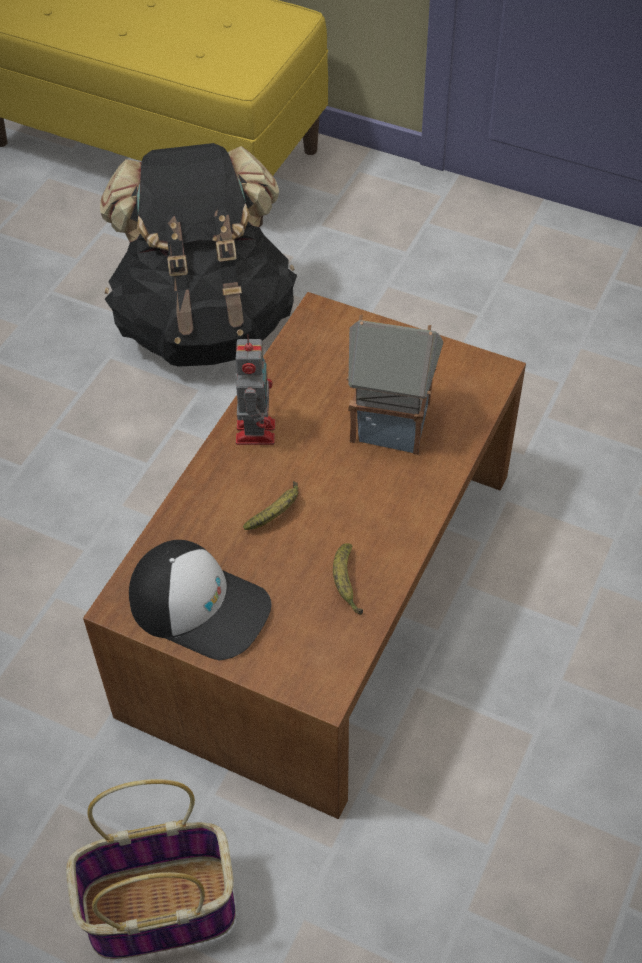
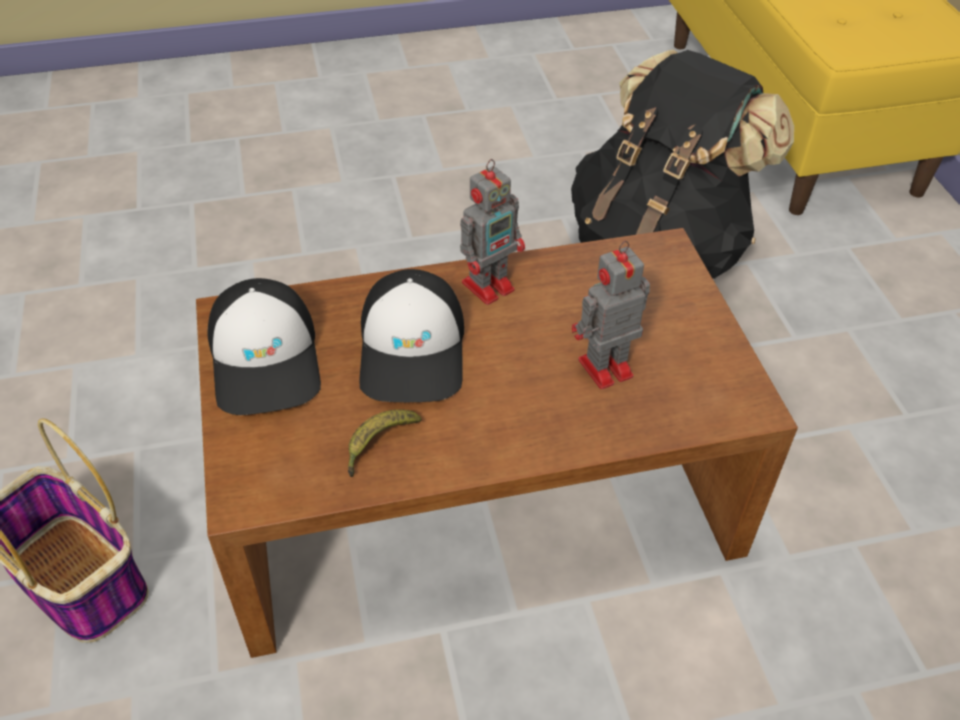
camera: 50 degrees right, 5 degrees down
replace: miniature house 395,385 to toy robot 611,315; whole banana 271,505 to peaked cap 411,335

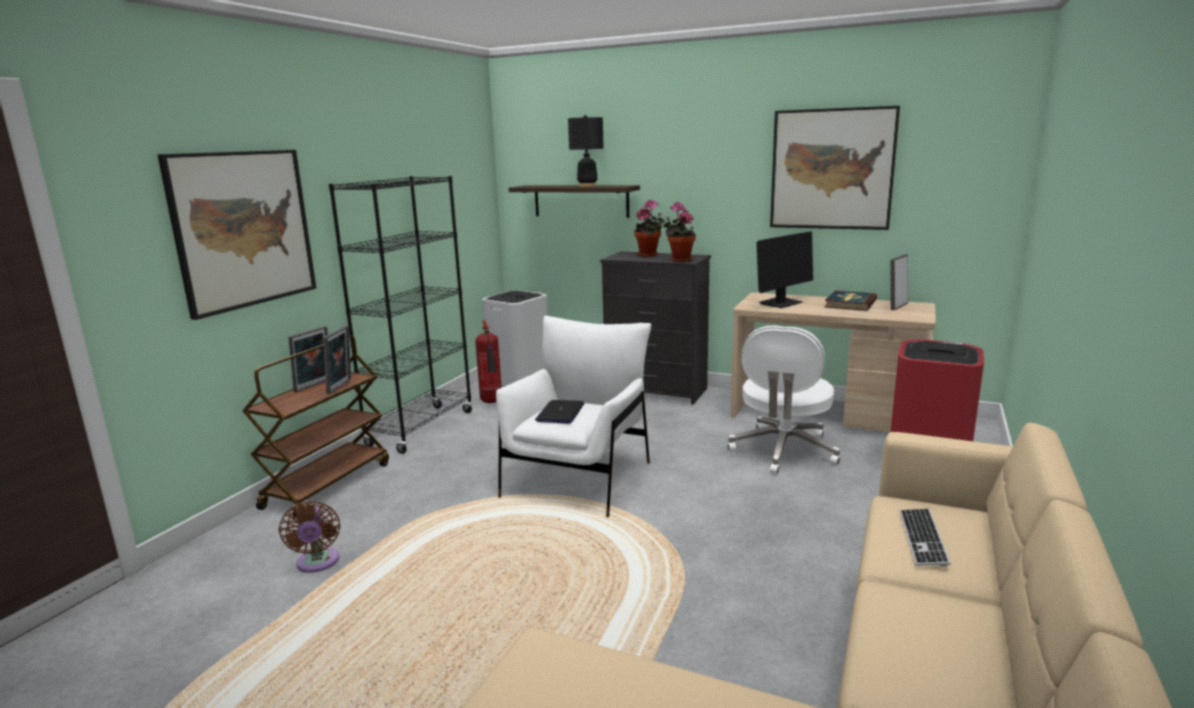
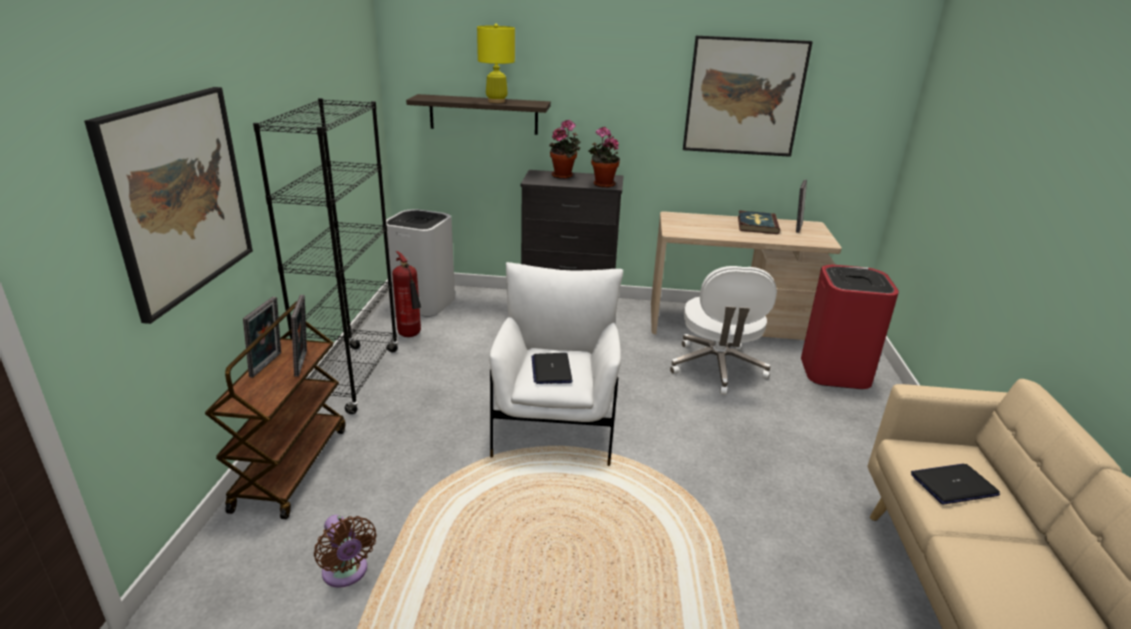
camera: 20 degrees left, 10 degrees up
delete: monitor 784,269
replace: computer keyboard 925,538 to notebook computer 955,484
recolor: black table lamp 586,151 to yellow-coloured table lamp 496,63

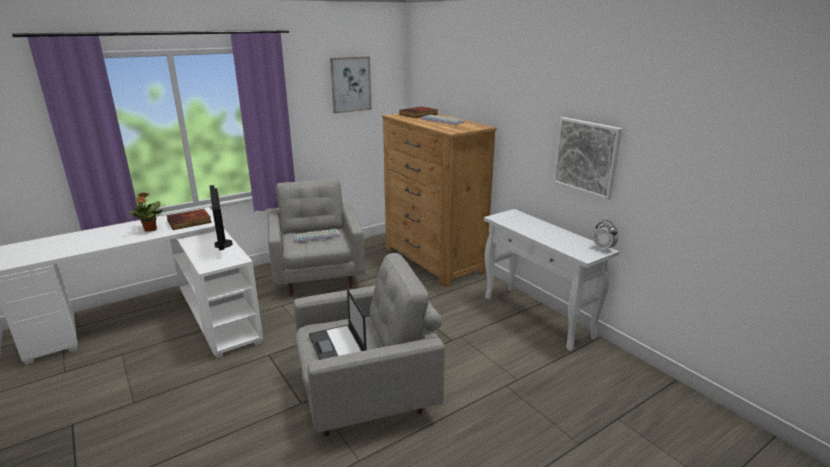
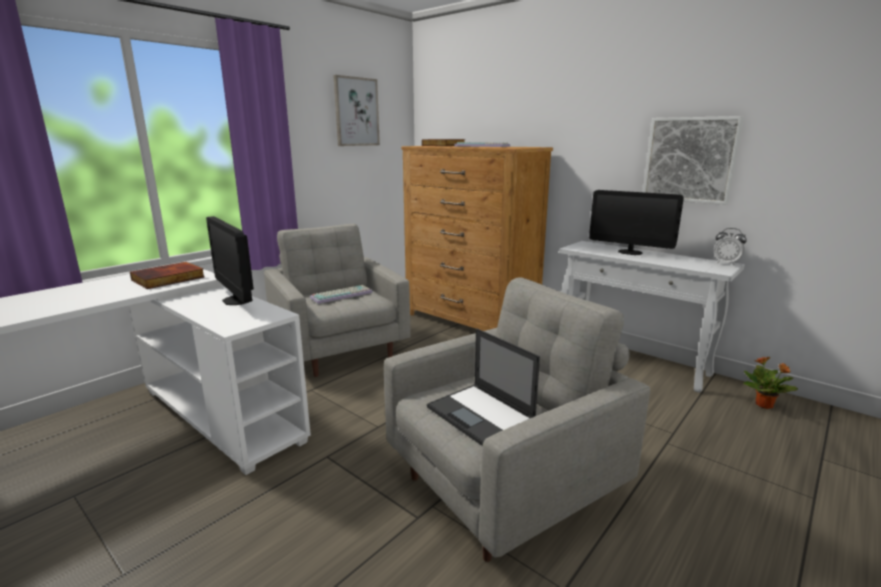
camera: 15 degrees left, 5 degrees down
insert: monitor 636,222
move: houseplant 145,212 to 770,383

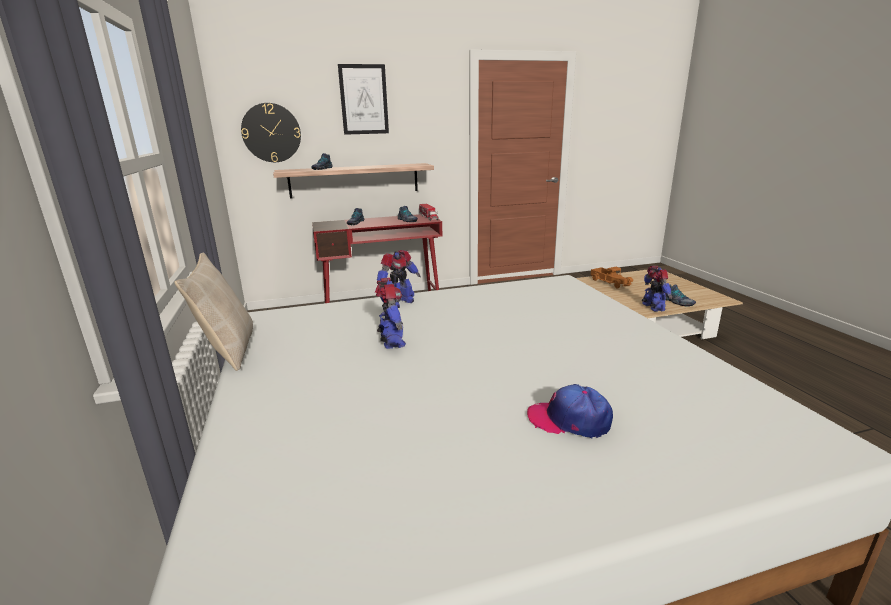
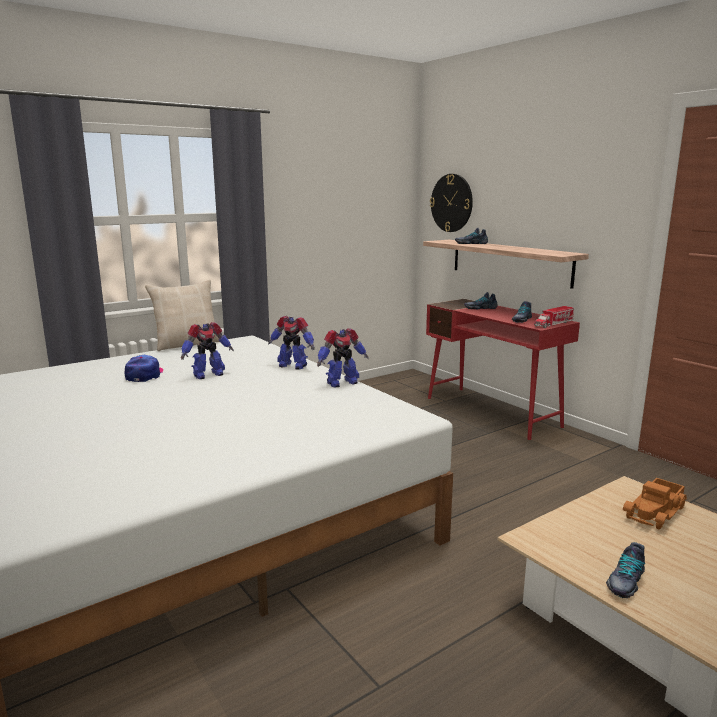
camera: 70 degrees right, 5 degrees down
delete: picture 363,99
move: toy robot 657,289 to 343,357; peaked cap 570,411 to 144,368

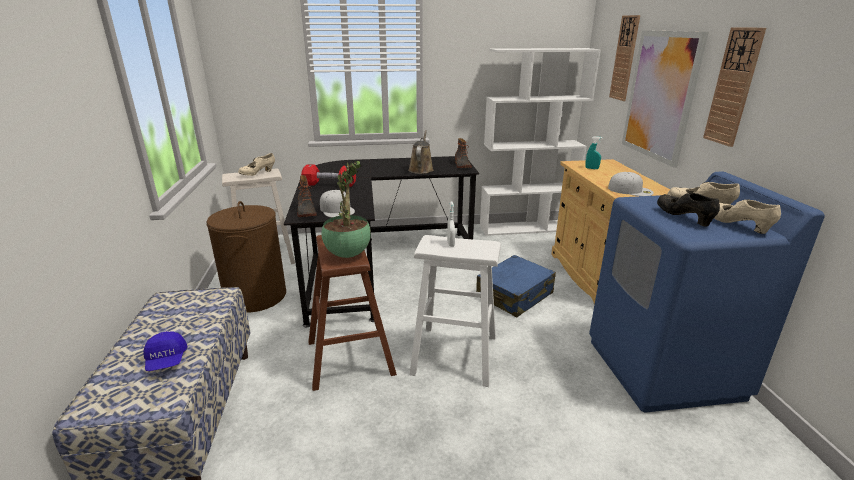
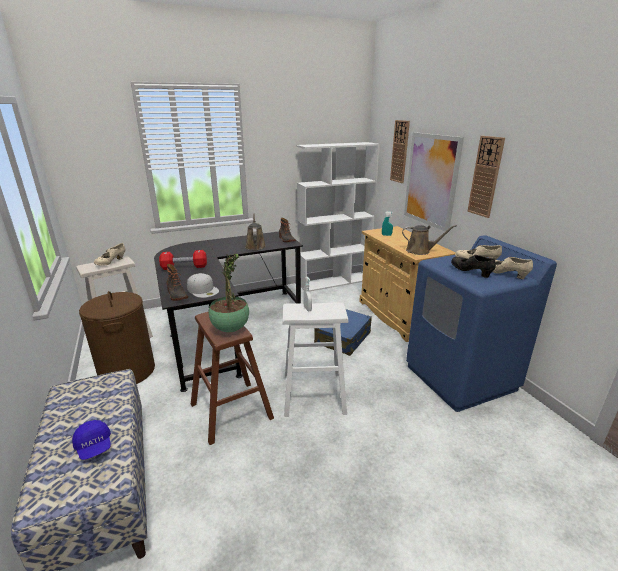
camera: 15 degrees left, 0 degrees up
replace: whitish peaked cap 631,184 to brownish sprinkling can 429,240

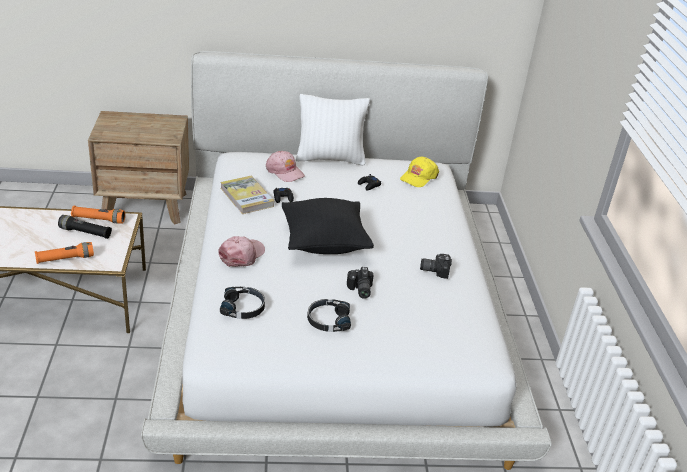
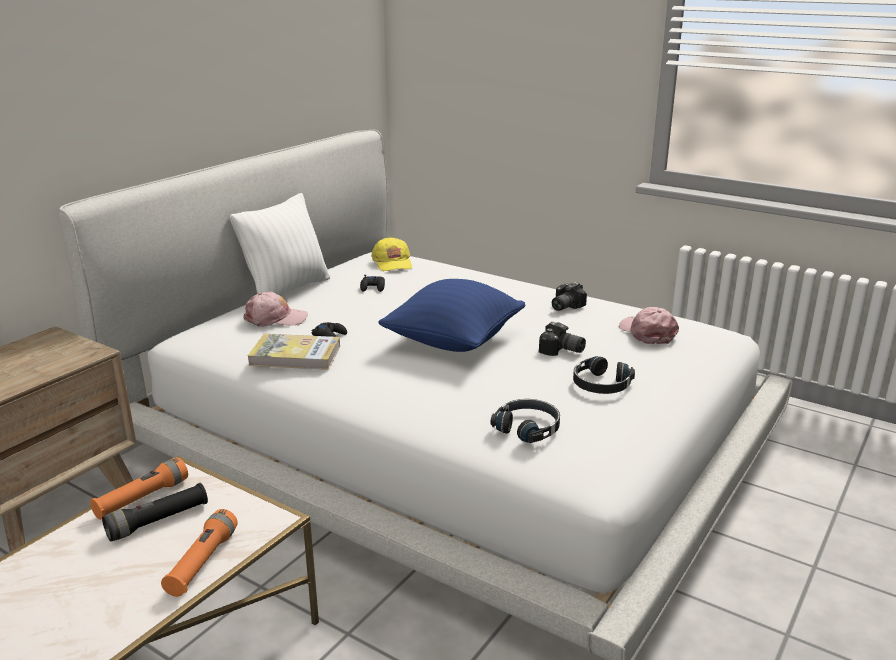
camera: 50 degrees left, 10 degrees down
move: pinkish peaked cap 241,251 to 649,325
recolor: black pillow 328,226 to blue-coloured pillow 451,315

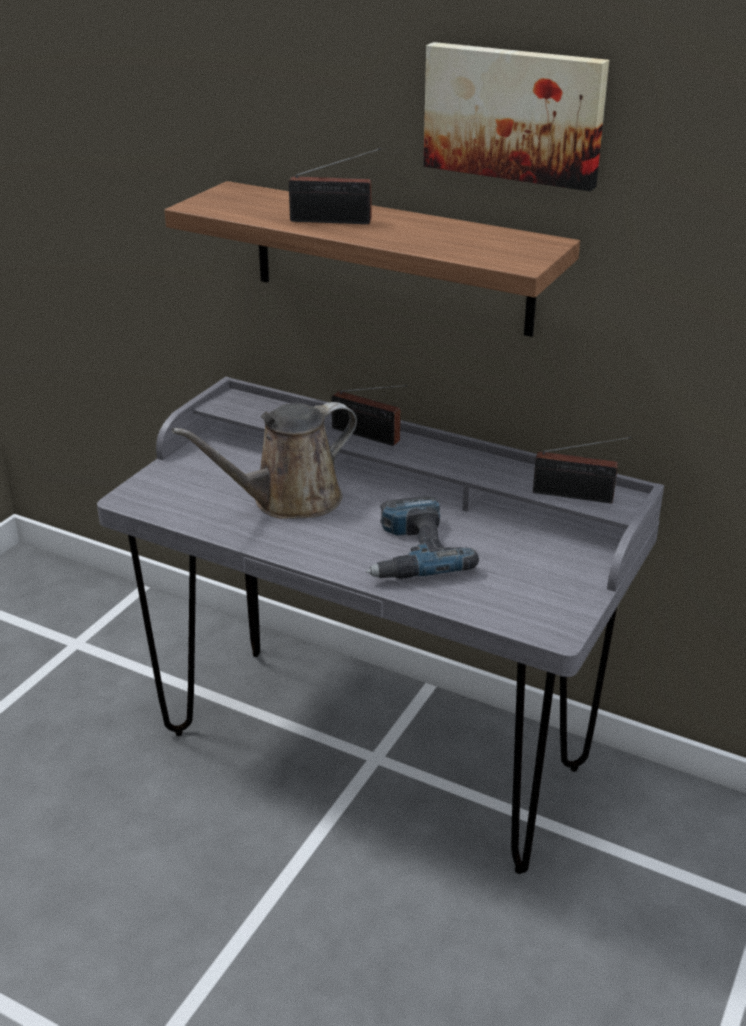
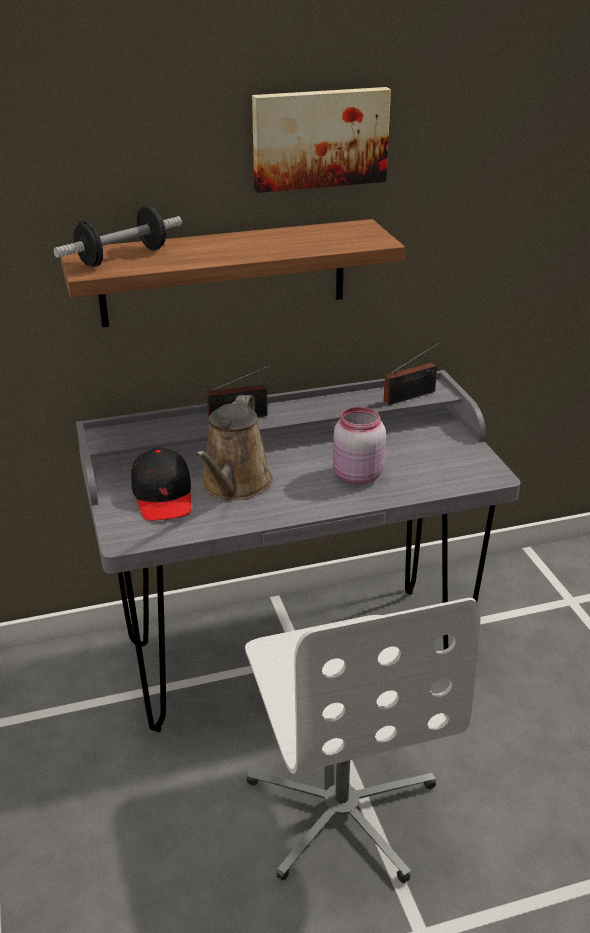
camera: 45 degrees left, 0 degrees up
delete: radio 335,186
insert: hand weight 117,236; black peaked cap 161,484; whitish office chair 363,740
replace: power drill 422,537 to pinkish jar 359,446

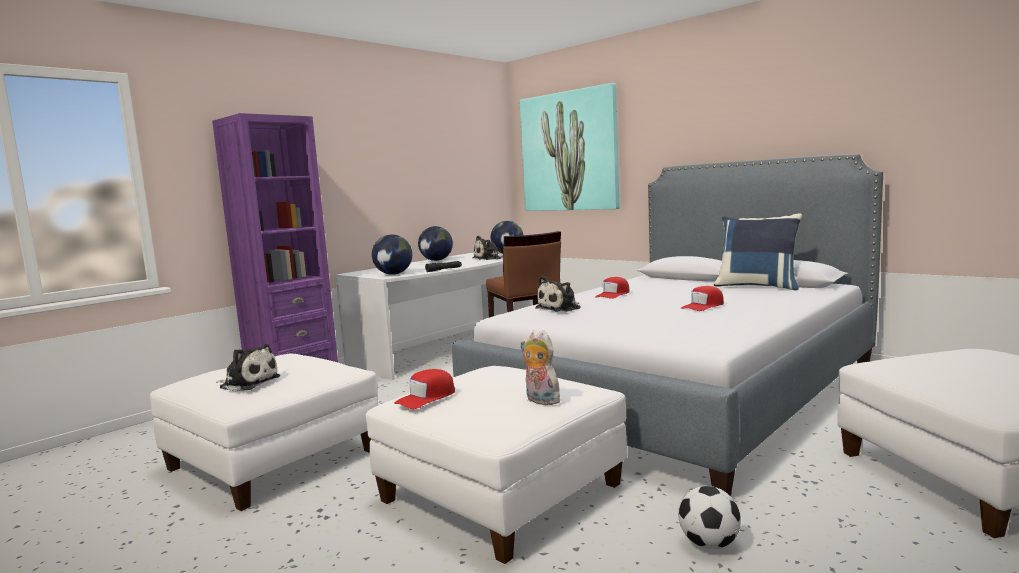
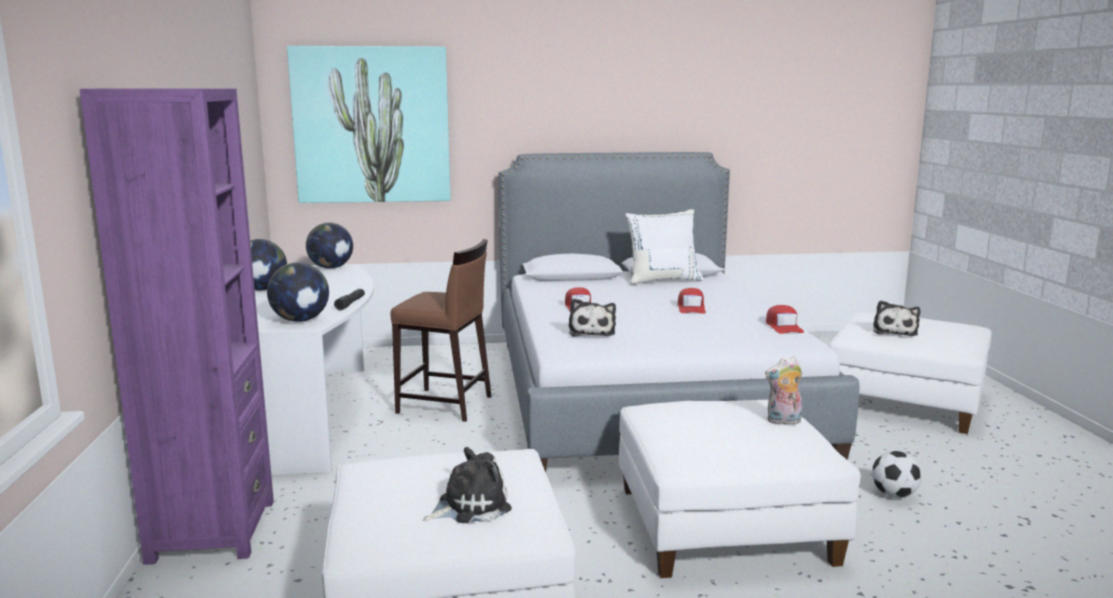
camera: 50 degrees left, 5 degrees up
move: cuddly toy 487,248 to 896,318; reddish peaked cap 424,389 to 785,319
recolor: blue-coloured pillow 758,252 to whitish pillow 664,247

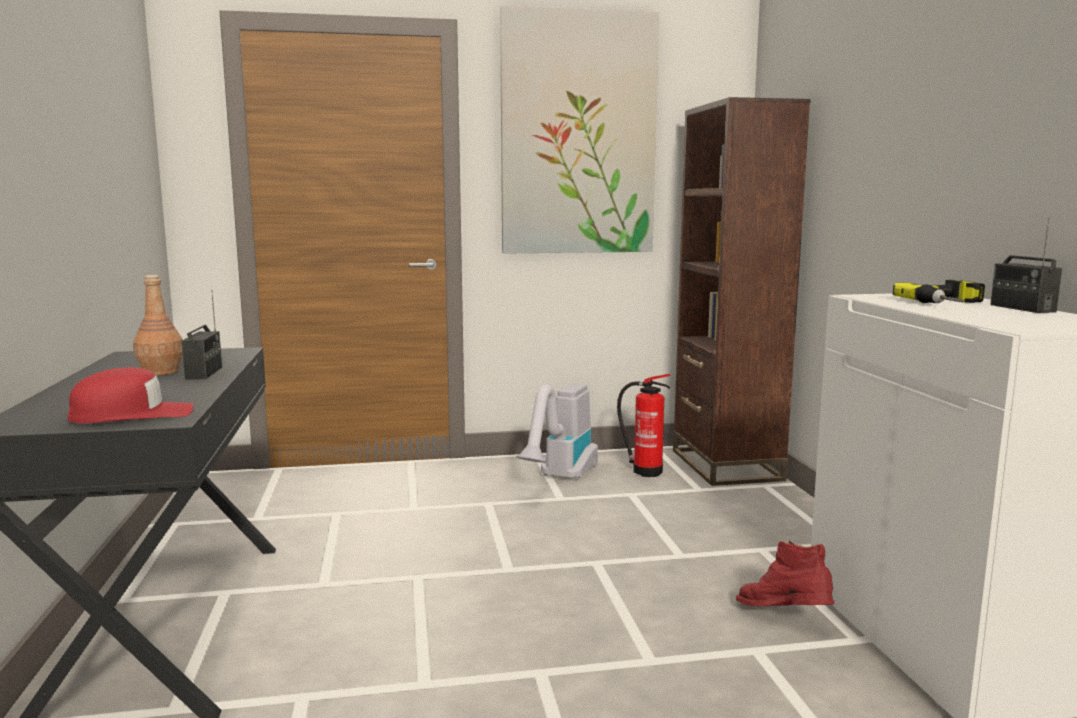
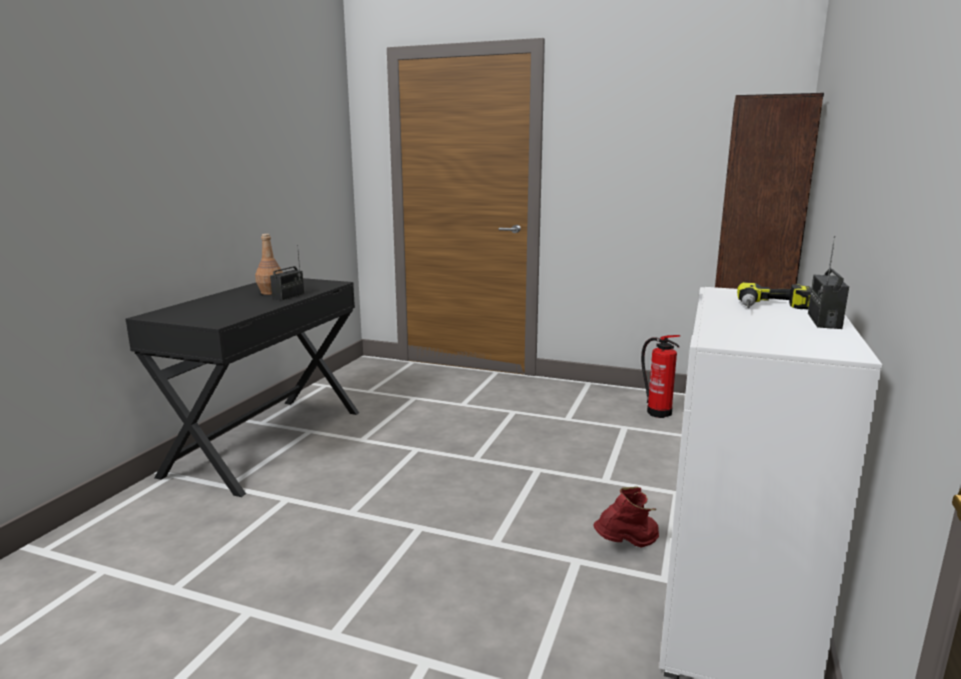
camera: 30 degrees right, 5 degrees up
delete: picture 579,129; reddish peaked cap 131,395; vacuum cleaner 557,431
rotate: reddish high-top boot 785,573 = 626,517 75 degrees clockwise

